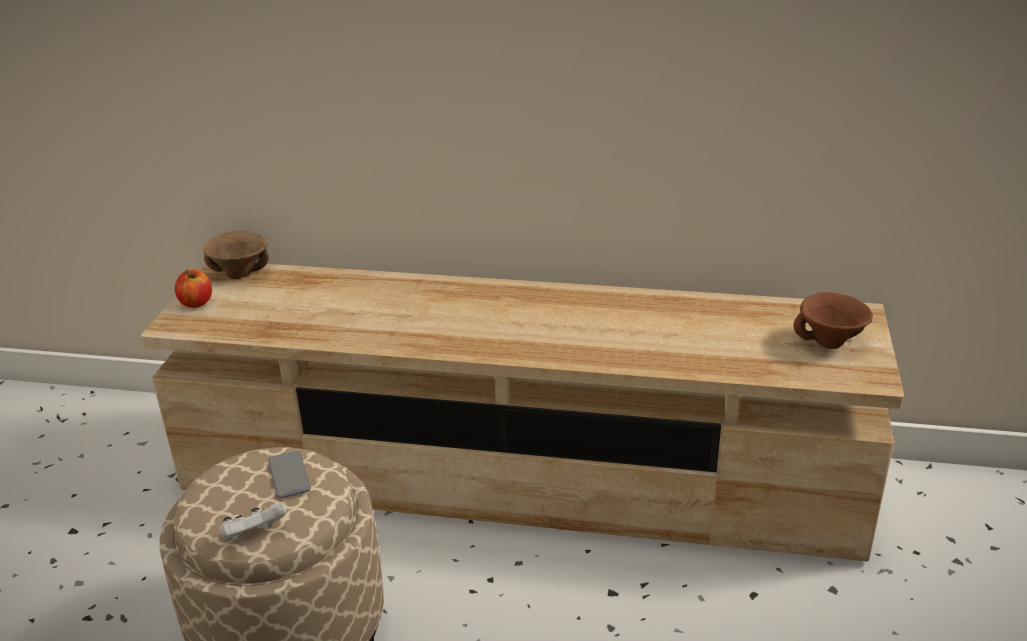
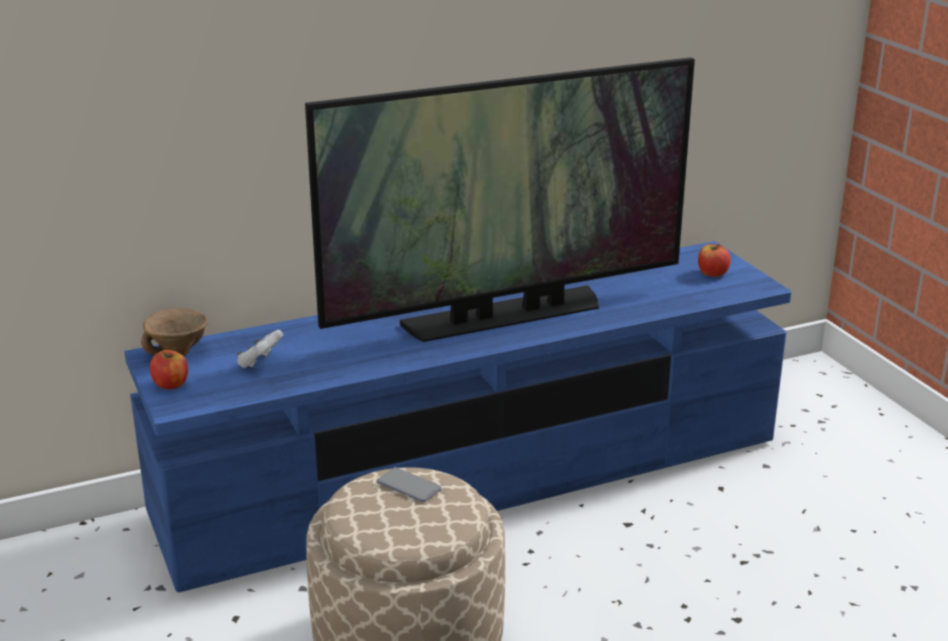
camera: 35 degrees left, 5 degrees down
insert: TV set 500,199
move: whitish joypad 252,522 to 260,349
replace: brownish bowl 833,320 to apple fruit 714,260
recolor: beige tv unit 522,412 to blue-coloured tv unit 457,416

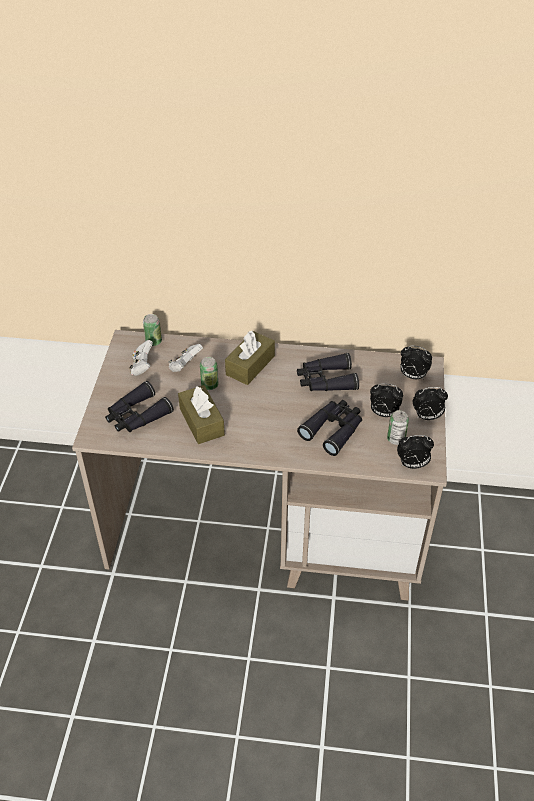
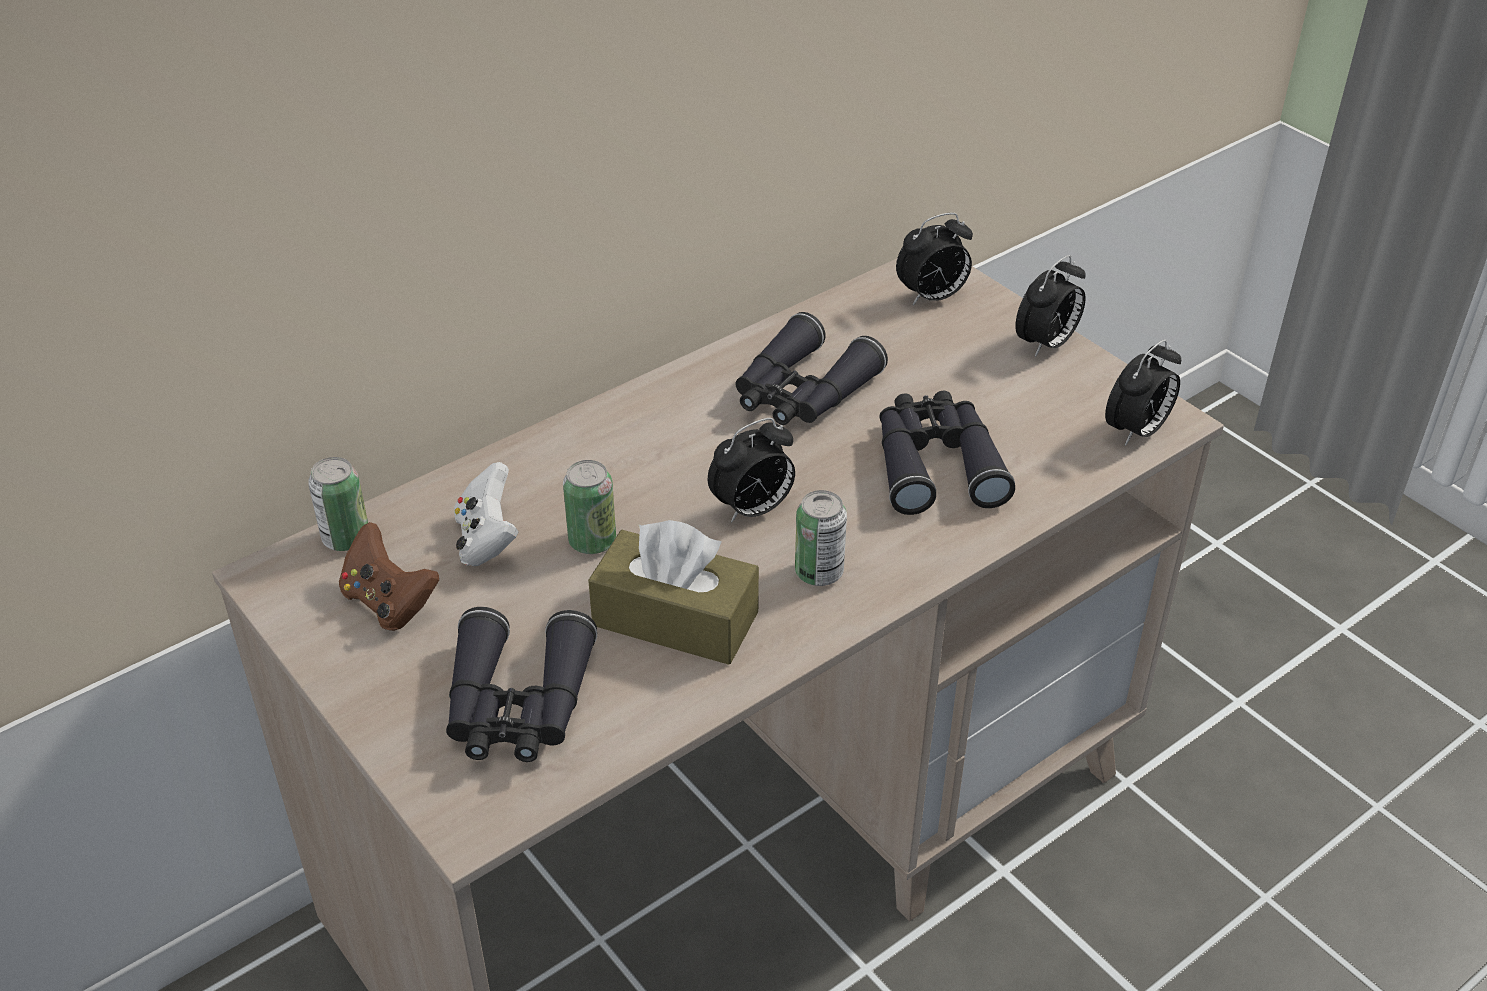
camera: 45 degrees left, 5 degrees down
delete: brownish tissue box 250,358
move: table clock 386,400 to 751,470; metal can 398,427 to 821,538
recolor: whitish joypad 141,358 to brownish joypad 389,576

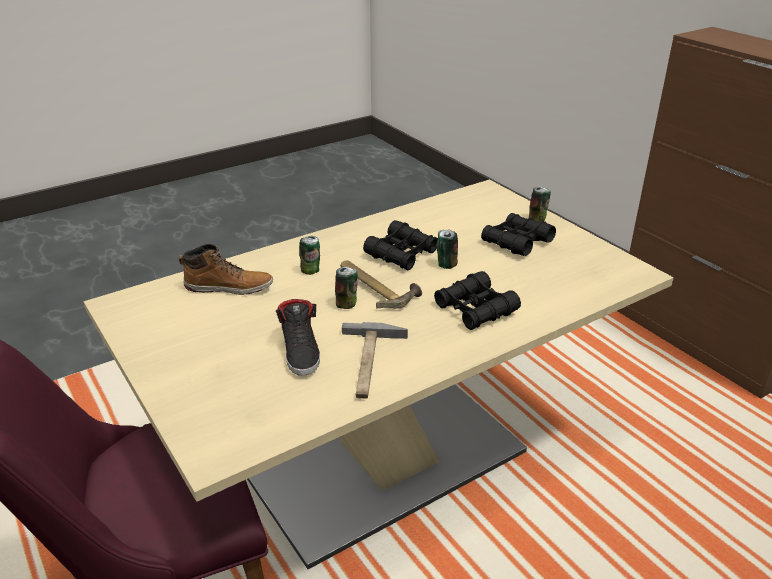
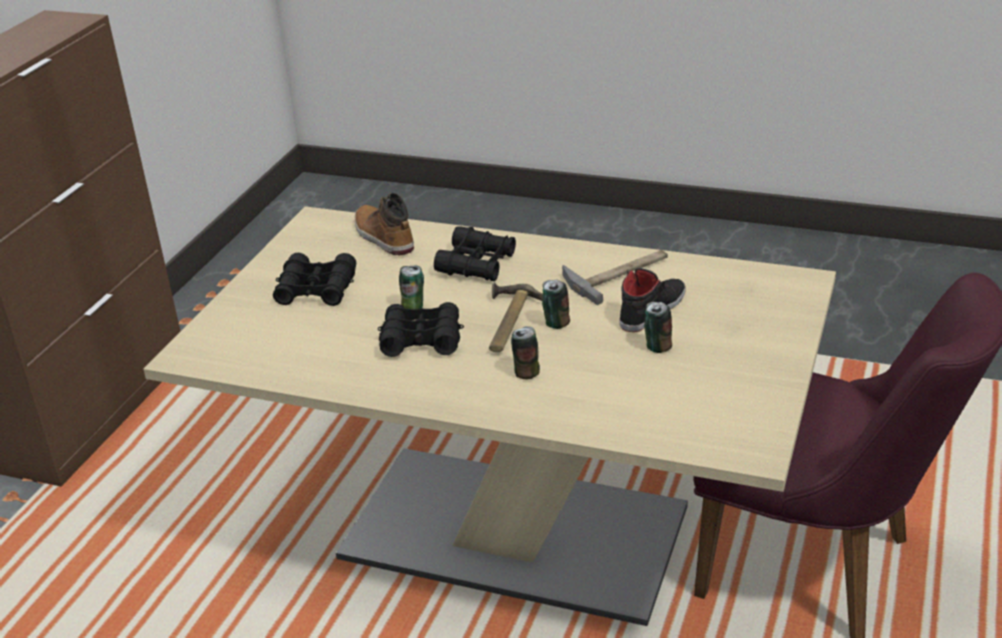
camera: 125 degrees left, 0 degrees up
move: metal can 540,204 to 658,327; high-top boot 226,269 to 384,224

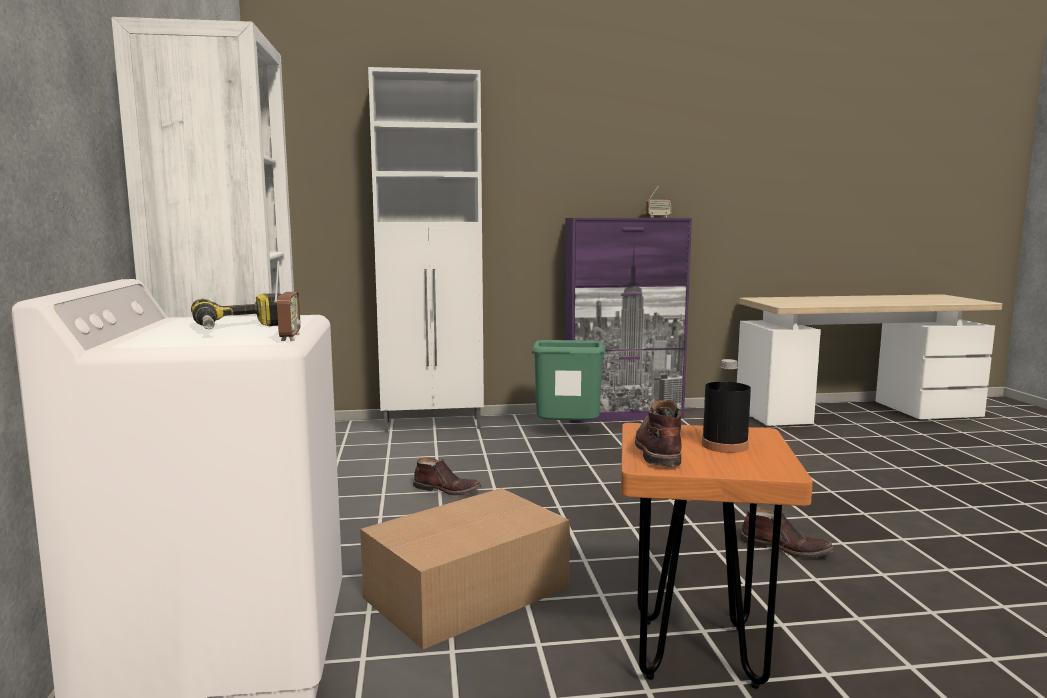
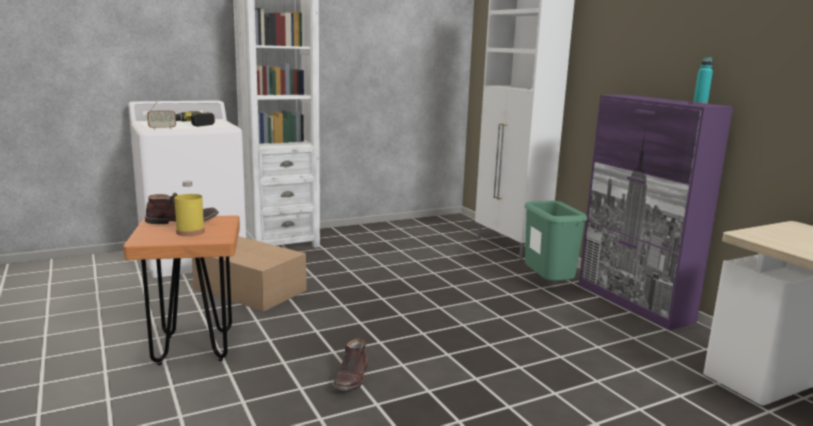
camera: 70 degrees right, 5 degrees up
delete: brownish high-top boot 447,476
replace: radio 659,201 to turquoise-coloured bottle 703,80
recolor: black bottle 726,406 to yellow-coloured bottle 189,208

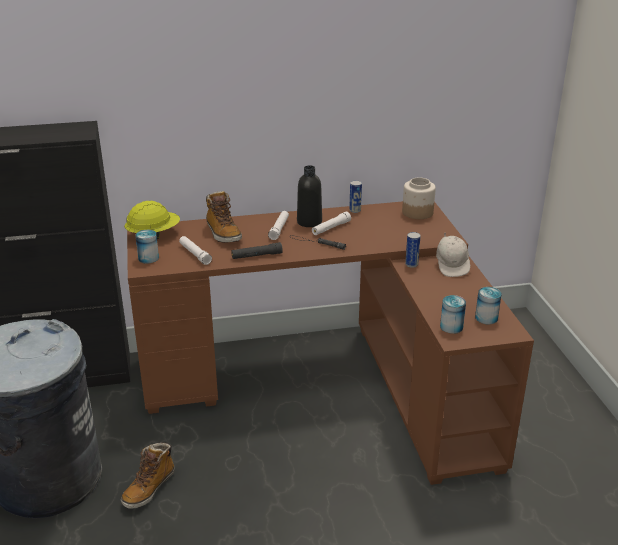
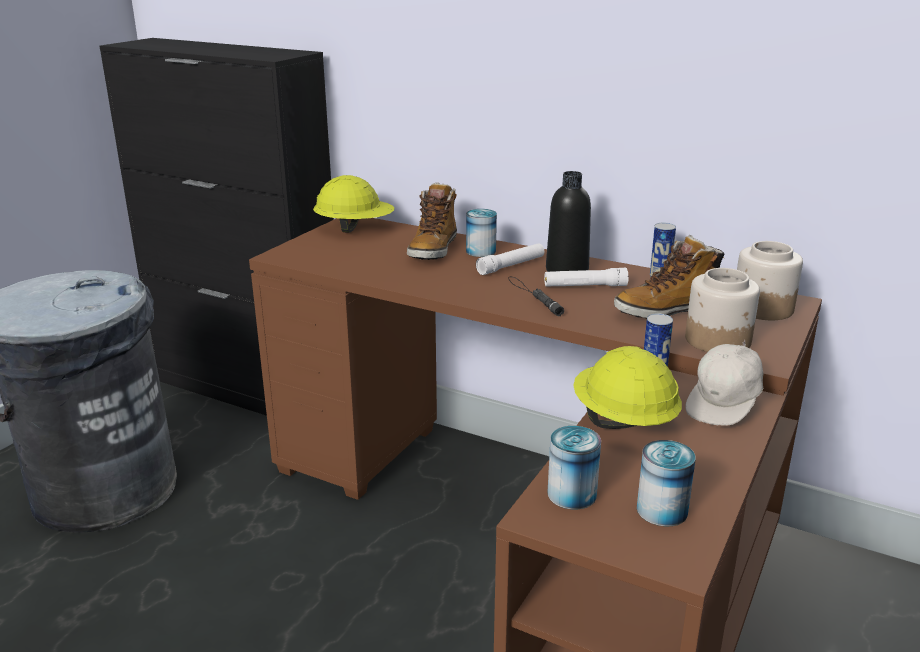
camera: 40 degrees right, 5 degrees down
delete: whitish hand torch 195,250; black hand torch 257,250
insert: jar 722,310; yellow-coloured work helmet 627,387
move: metal can 147,246 to 481,233; high-top boot 148,475 to 669,277

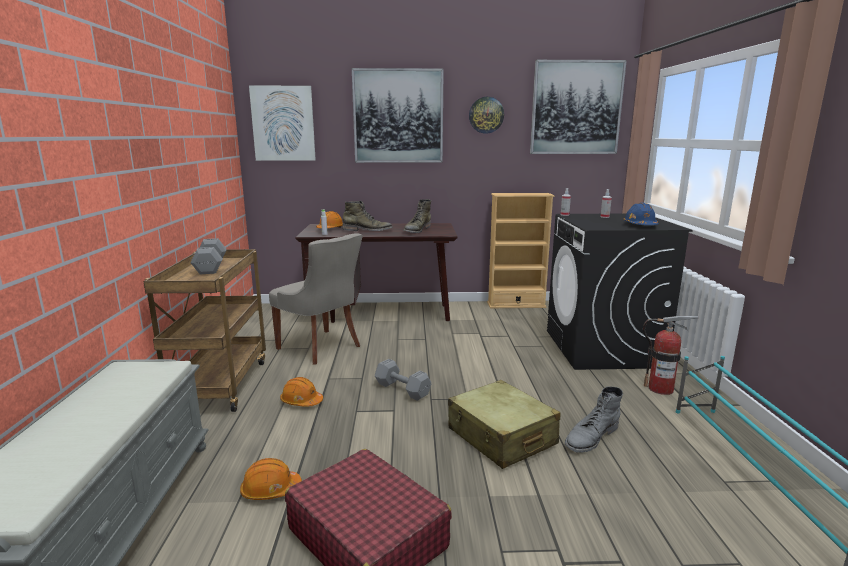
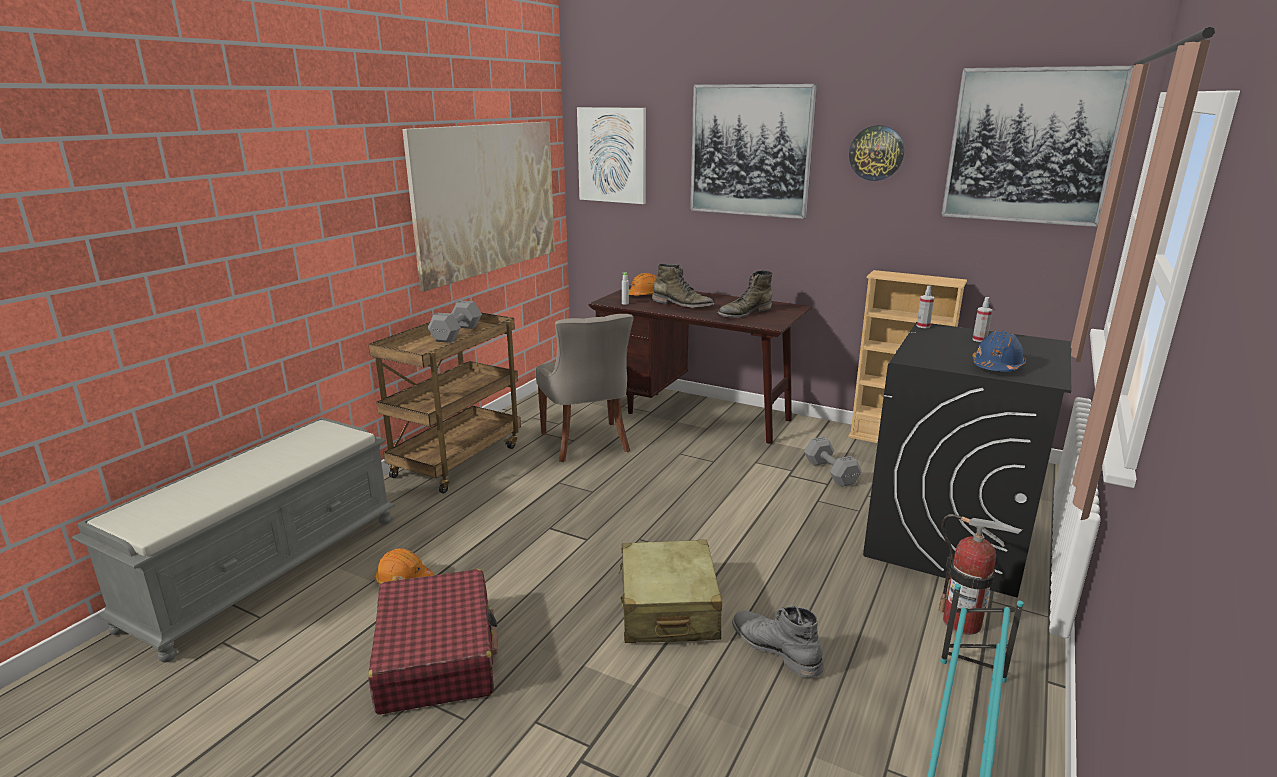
camera: 30 degrees right, 5 degrees up
delete: orange-coloured work helmet 301,392
insert: picture 478,207
move: grey hand weight 403,380 to 833,462
rotate: grey high-top boot 594,419 = 778,641 60 degrees clockwise

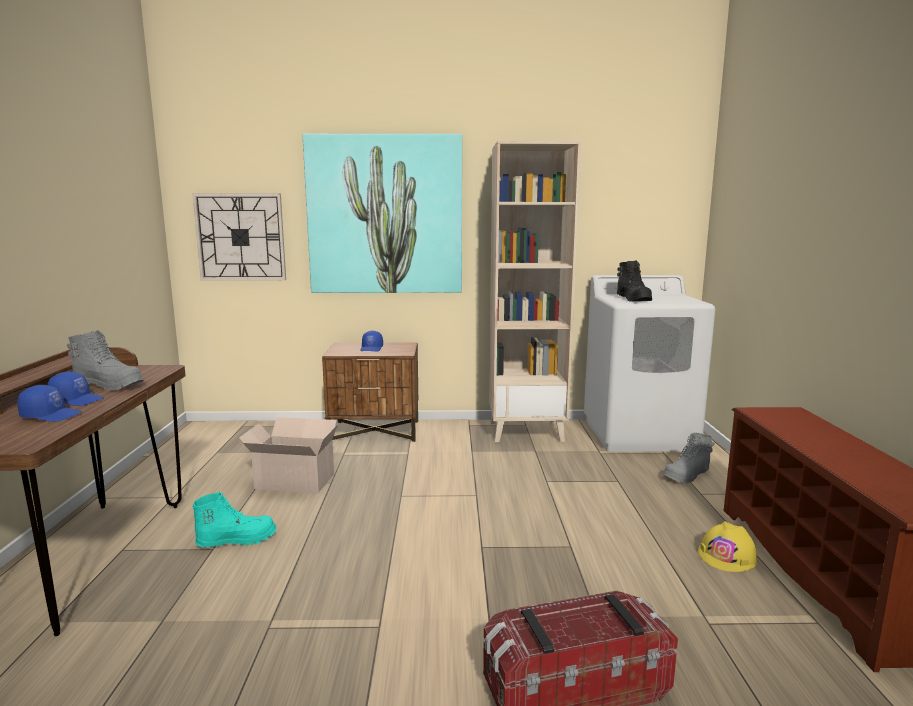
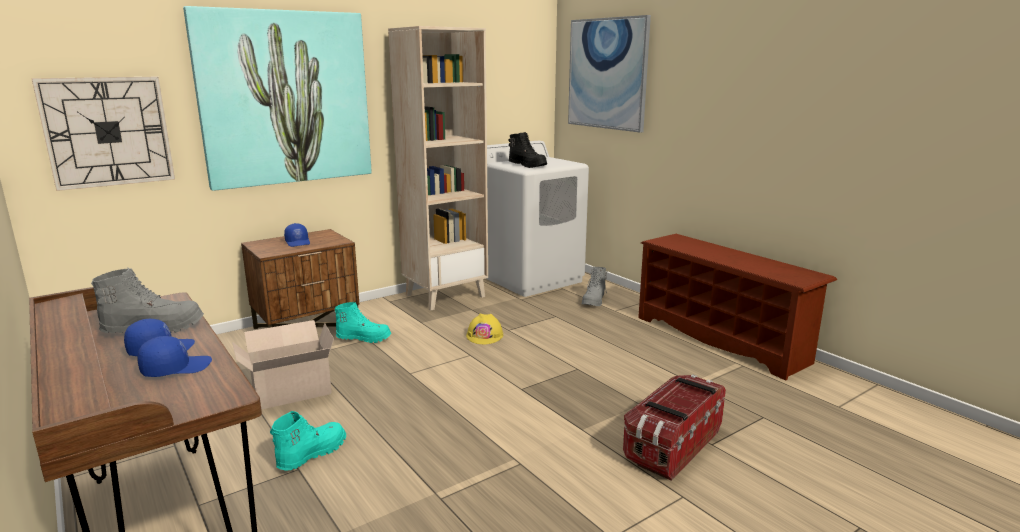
camera: 35 degrees left, 5 degrees up
insert: picture 609,74; turquoise-coloured high-top boot 363,322
move: yellow-coloured work helmet 728,546 to 484,328

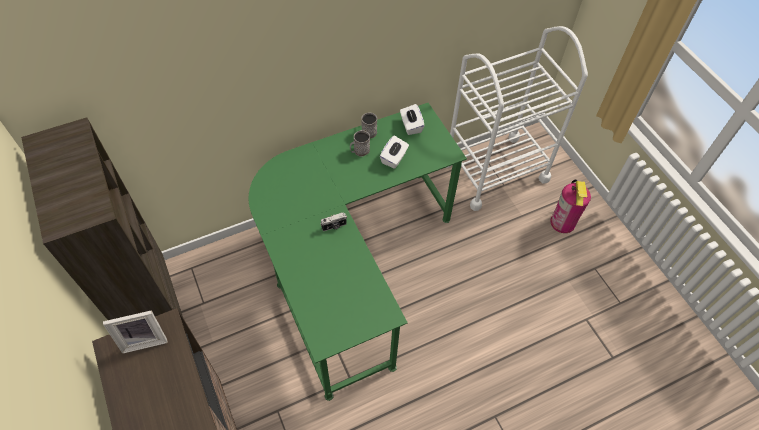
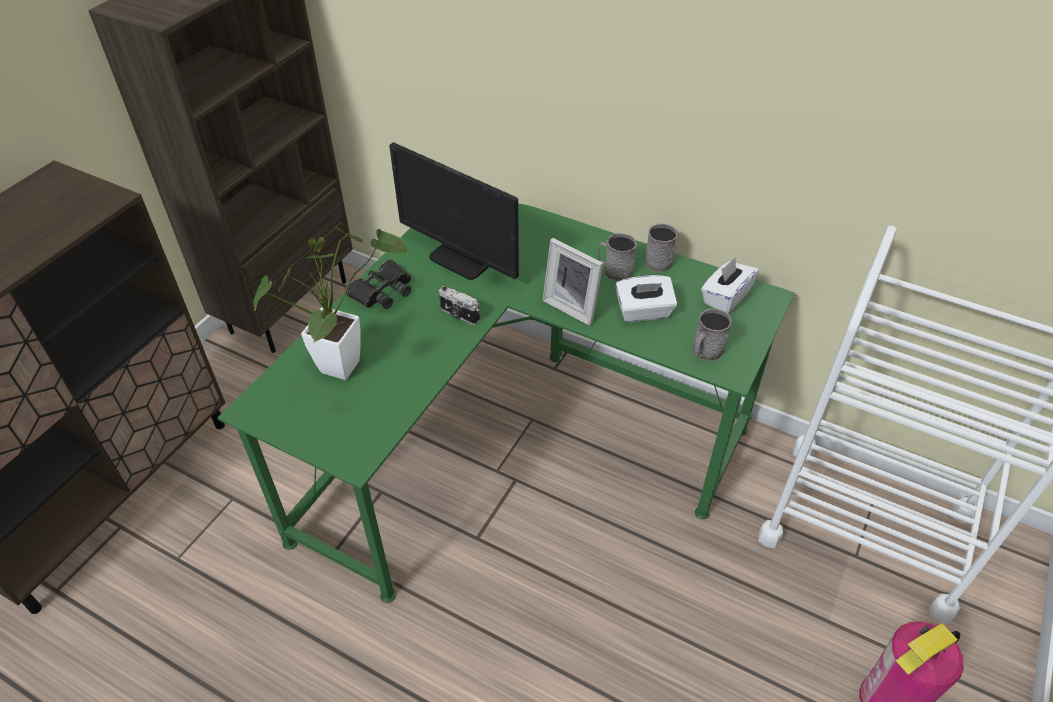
camera: 55 degrees right, 10 degrees down
insert: monitor 454,211; houseplant 331,303; black field glasses 378,284; grey mug 712,335
move: standing frame 135,332 to 573,282

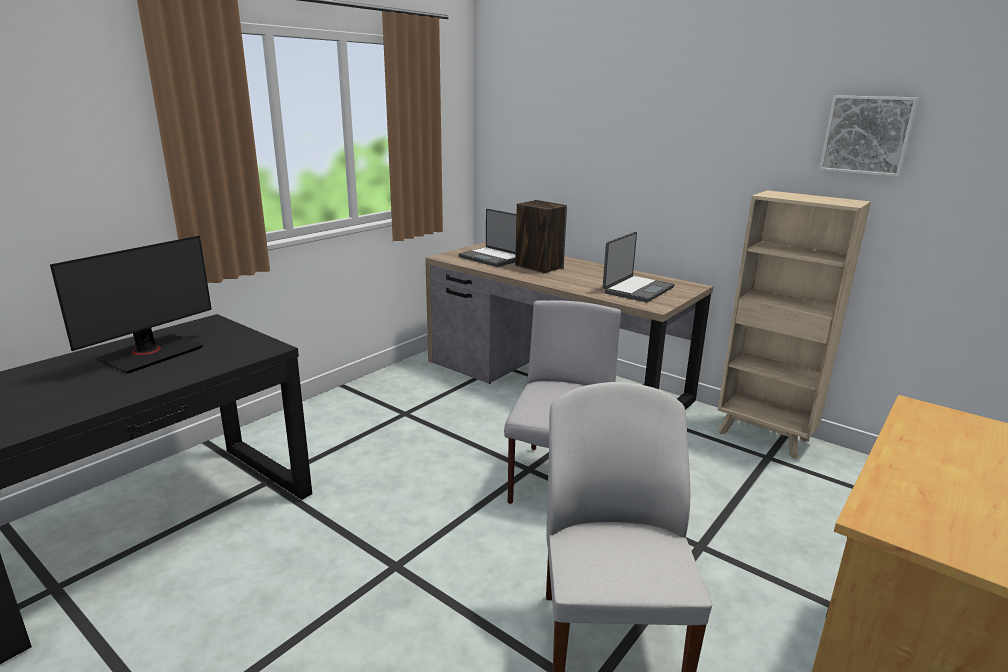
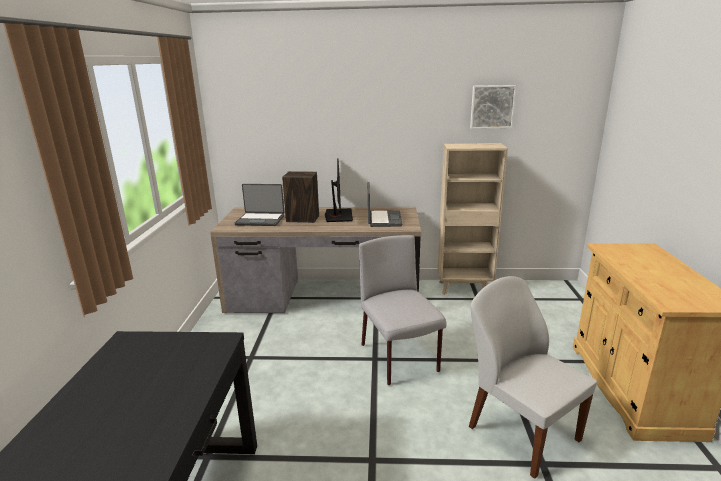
camera: 35 degrees left, 0 degrees up
move: monitor 131,304 to 339,190

